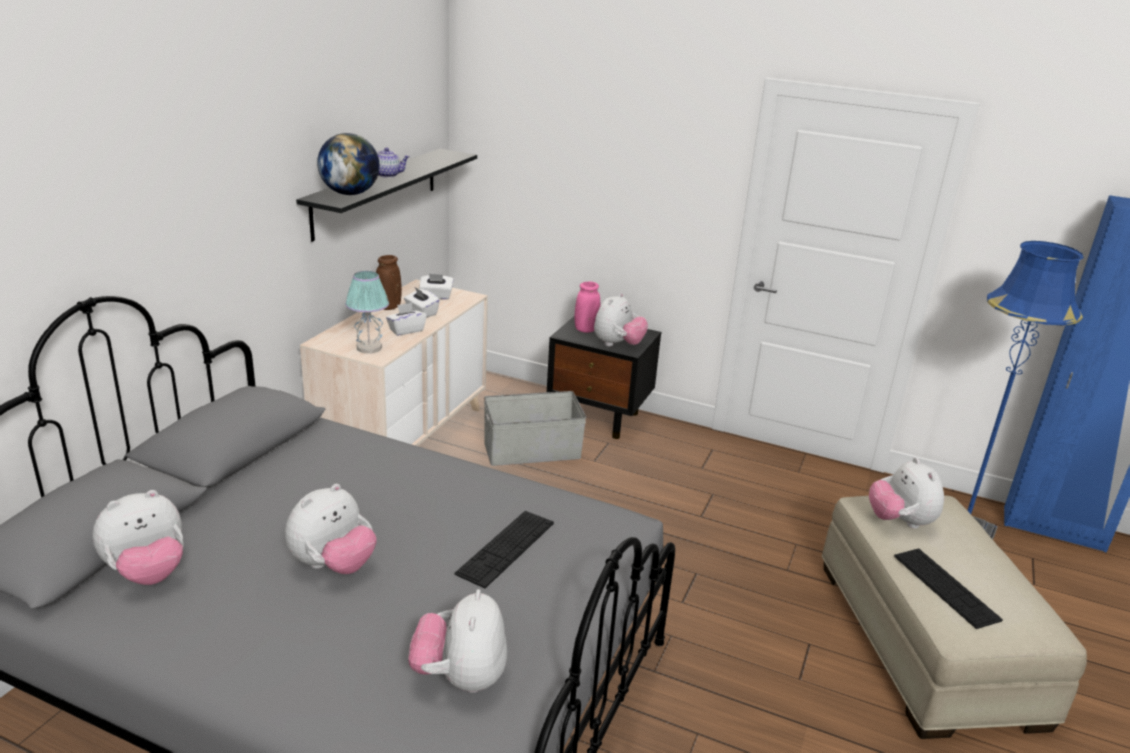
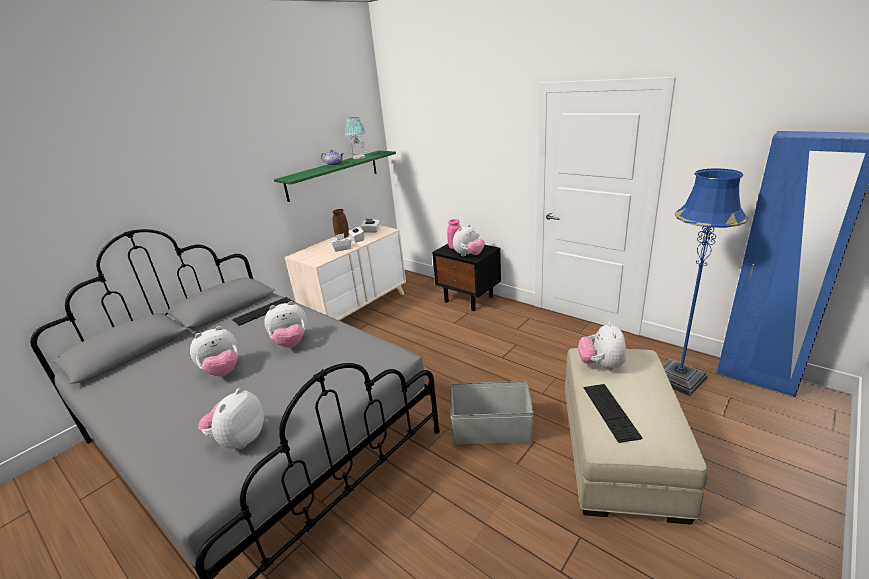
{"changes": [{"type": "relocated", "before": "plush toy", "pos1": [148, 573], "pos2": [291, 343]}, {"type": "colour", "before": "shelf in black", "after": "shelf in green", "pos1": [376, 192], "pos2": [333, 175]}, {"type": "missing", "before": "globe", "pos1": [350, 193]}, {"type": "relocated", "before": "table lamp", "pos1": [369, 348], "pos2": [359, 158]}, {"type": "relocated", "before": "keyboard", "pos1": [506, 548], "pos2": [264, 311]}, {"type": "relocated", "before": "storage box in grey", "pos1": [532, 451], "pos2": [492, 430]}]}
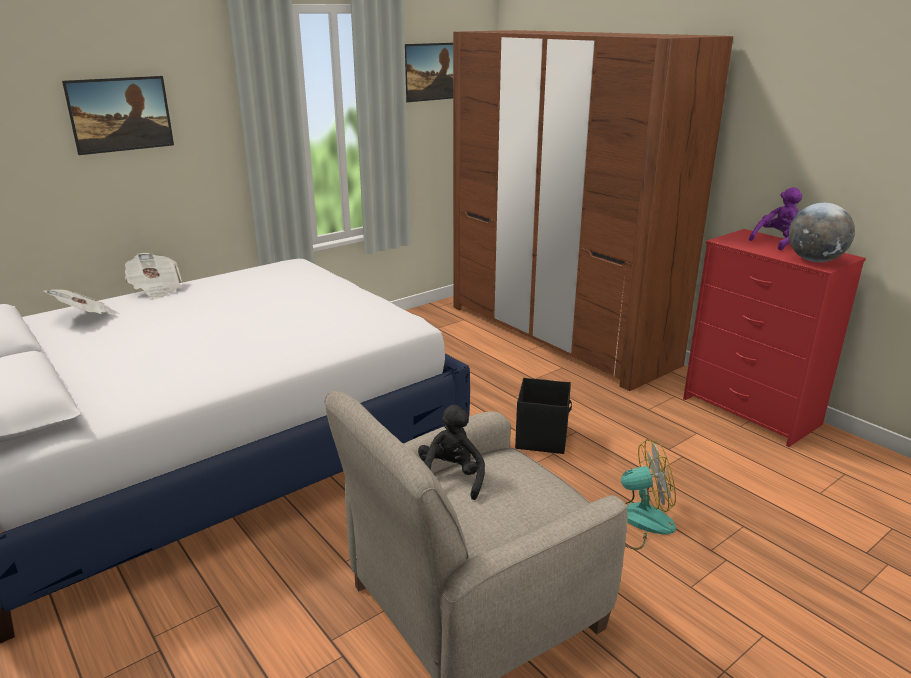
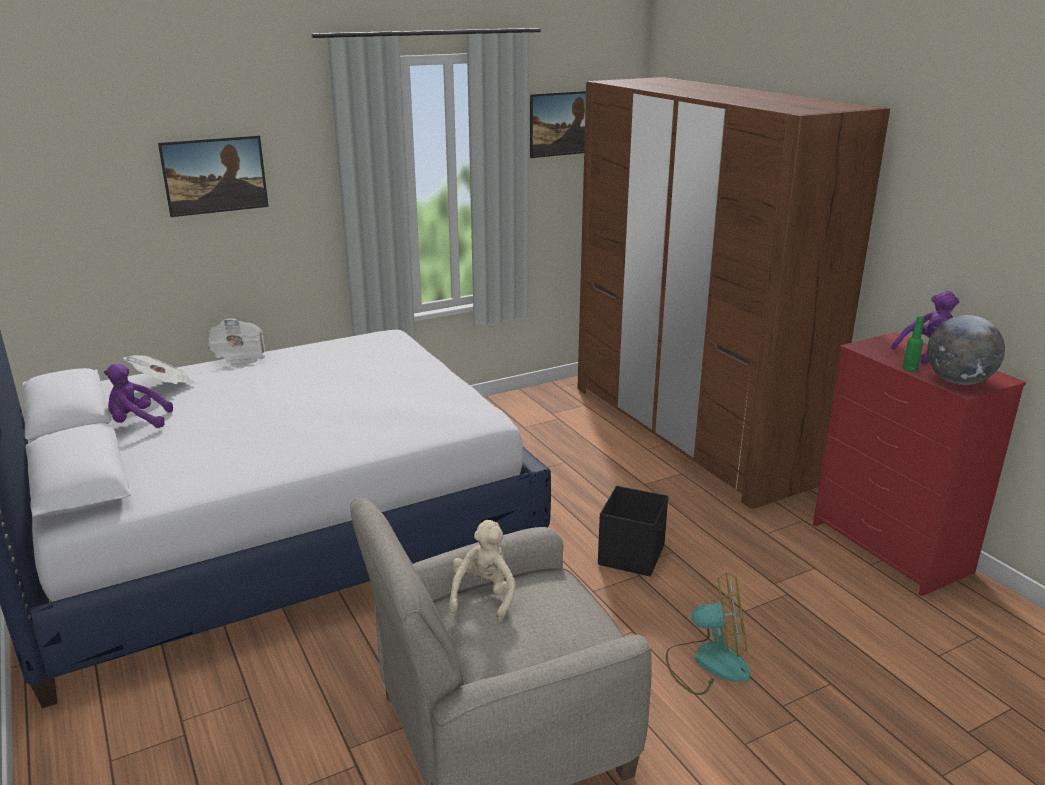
{"changes": [{"type": "colour", "before": "plush toy in black", "after": "plush toy in beige", "pos1": [451, 478], "pos2": [484, 596]}, {"type": "appeared", "after": "plush toy in purple", "pos2": [138, 422]}, {"type": "appeared", "after": "bottle in green", "pos2": [909, 369]}]}
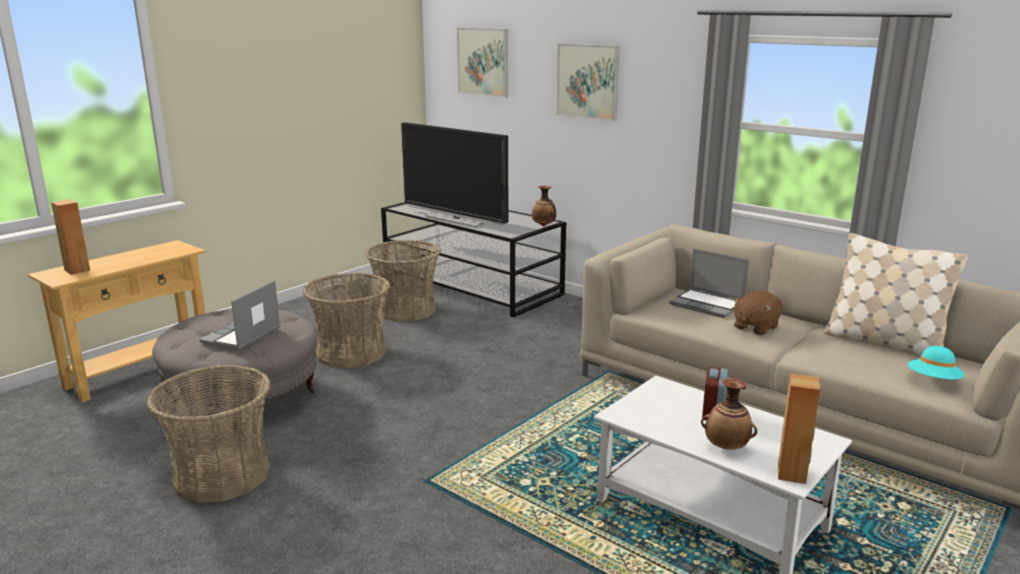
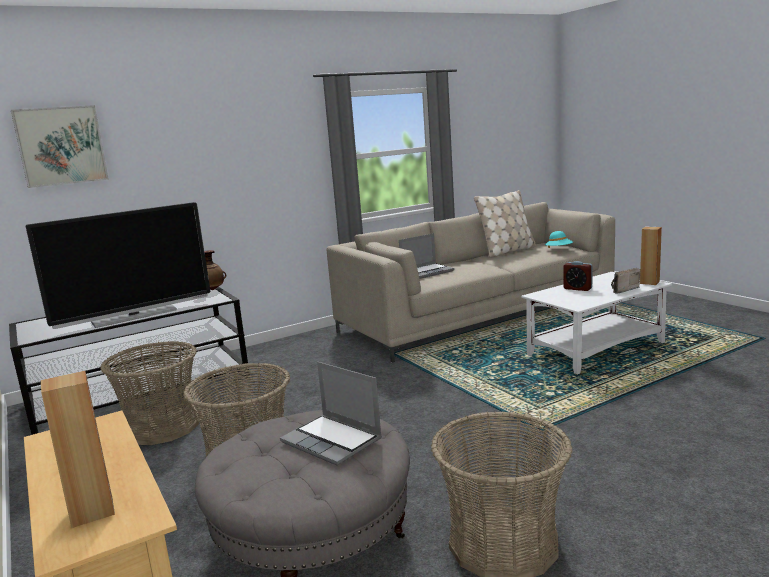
{"changes": [{"type": "missing", "before": "picture", "pos1": [587, 81]}, {"type": "exchanged", "before": "vase", "after": "radio", "pos1": [726, 447], "pos2": [622, 290]}, {"type": "missing", "before": "plush toy in brown", "pos1": [755, 327]}]}
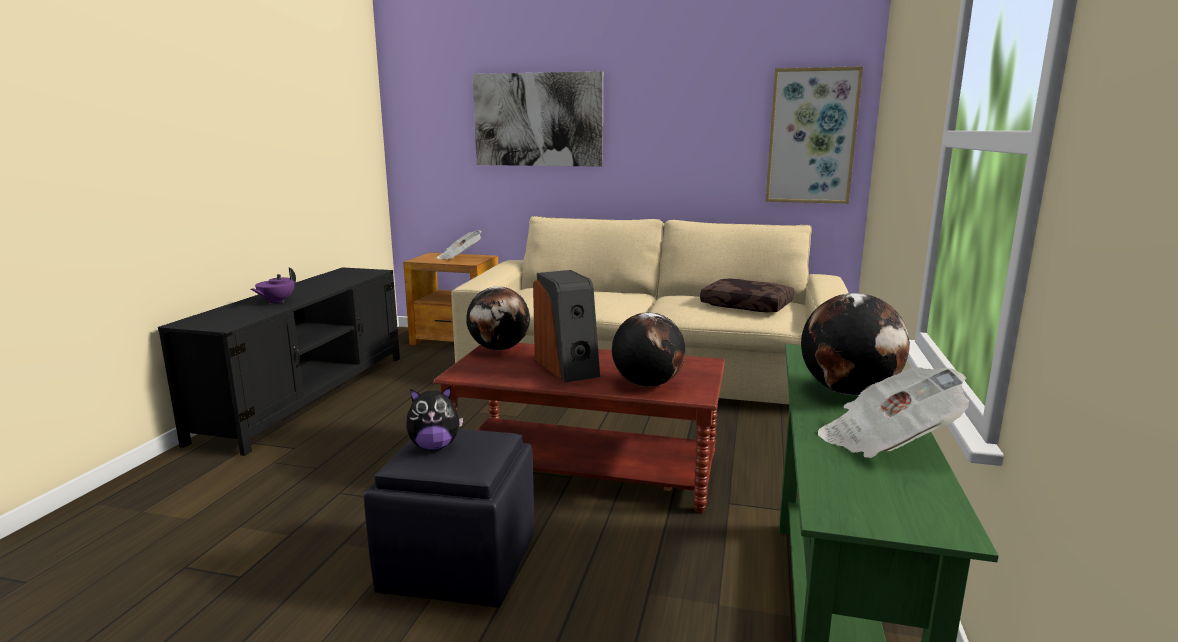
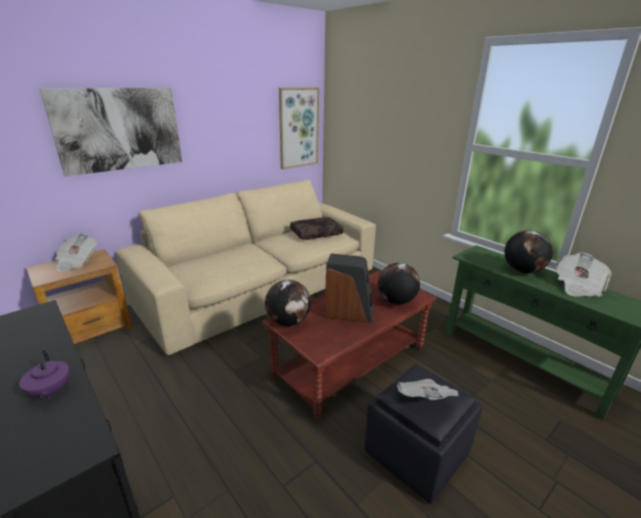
{"changes": [{"type": "exchanged", "before": "plush toy", "after": "newspaper", "pos1": [434, 446], "pos2": [424, 400]}]}
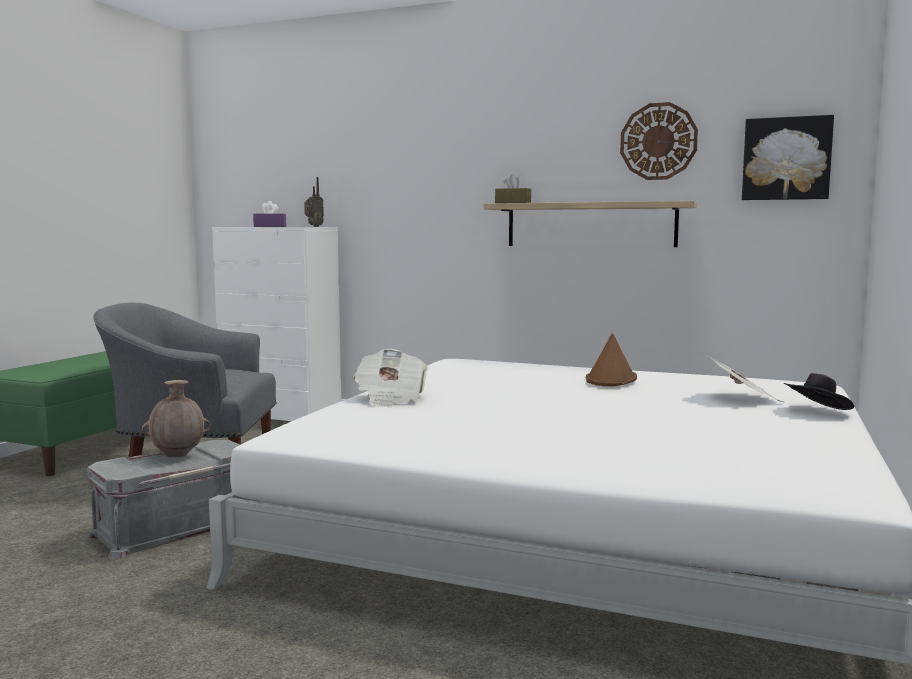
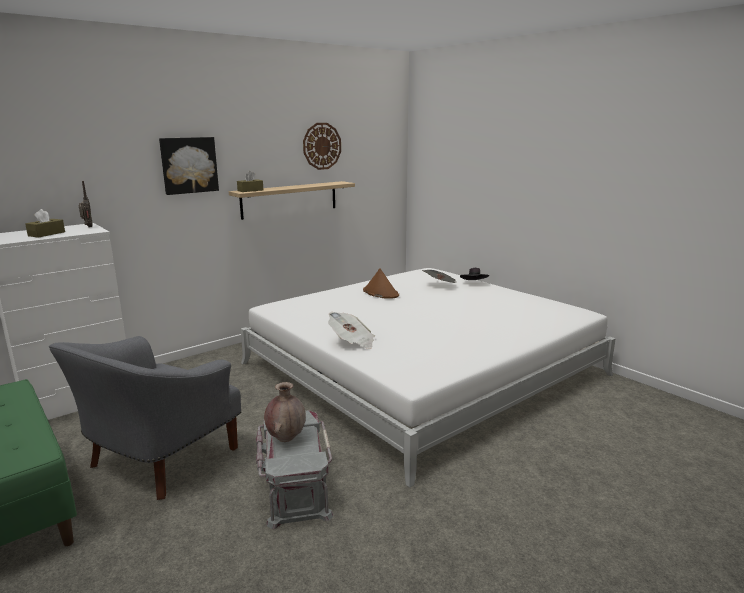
{"changes": [{"type": "colour", "before": "tissue box in purple", "after": "tissue box in brown", "pos1": [270, 226], "pos2": [46, 234]}, {"type": "relocated", "before": "picture", "pos1": [786, 159], "pos2": [189, 165]}]}
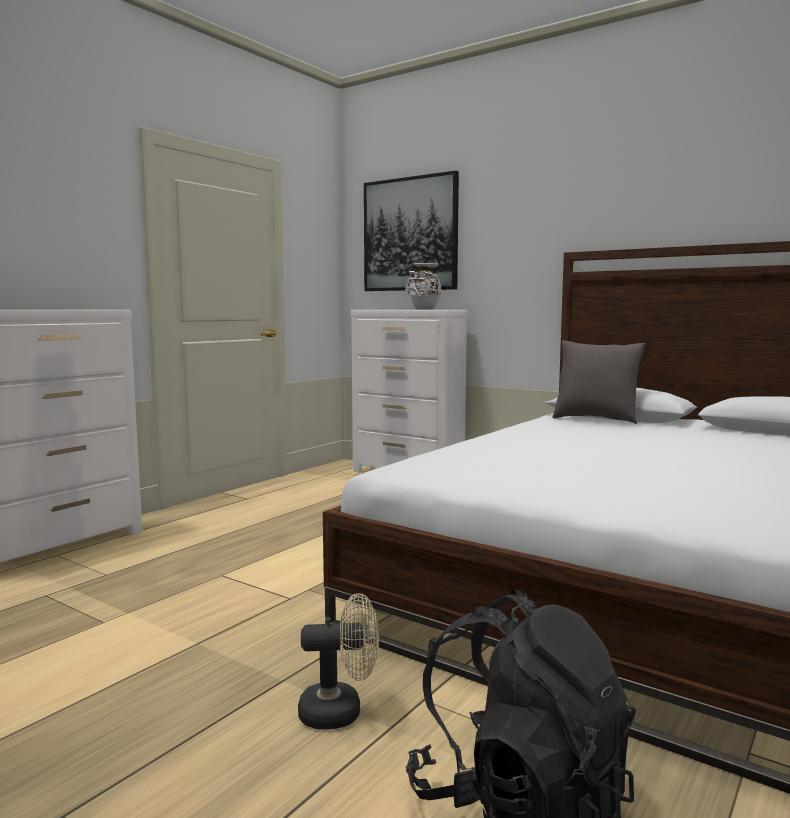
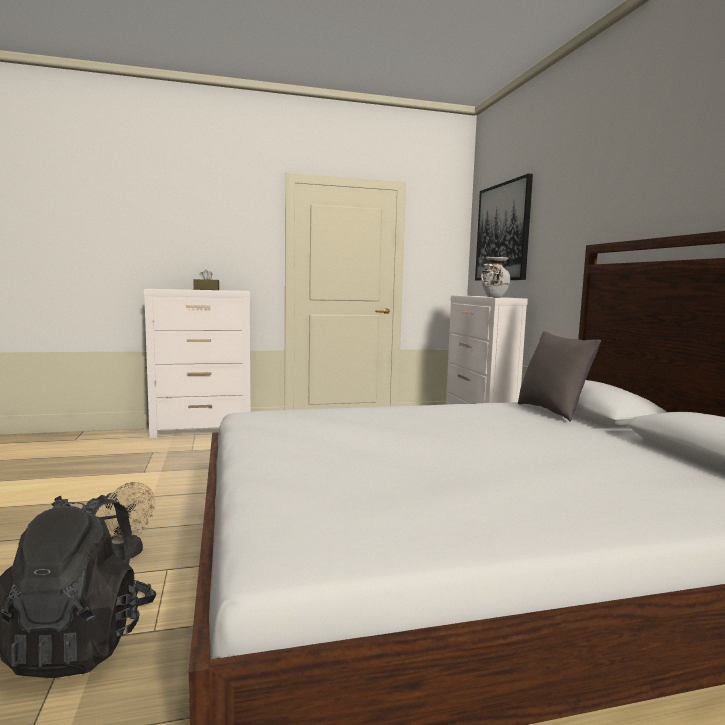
{"changes": [{"type": "appeared", "after": "tissue box in brown", "pos2": [206, 289]}]}
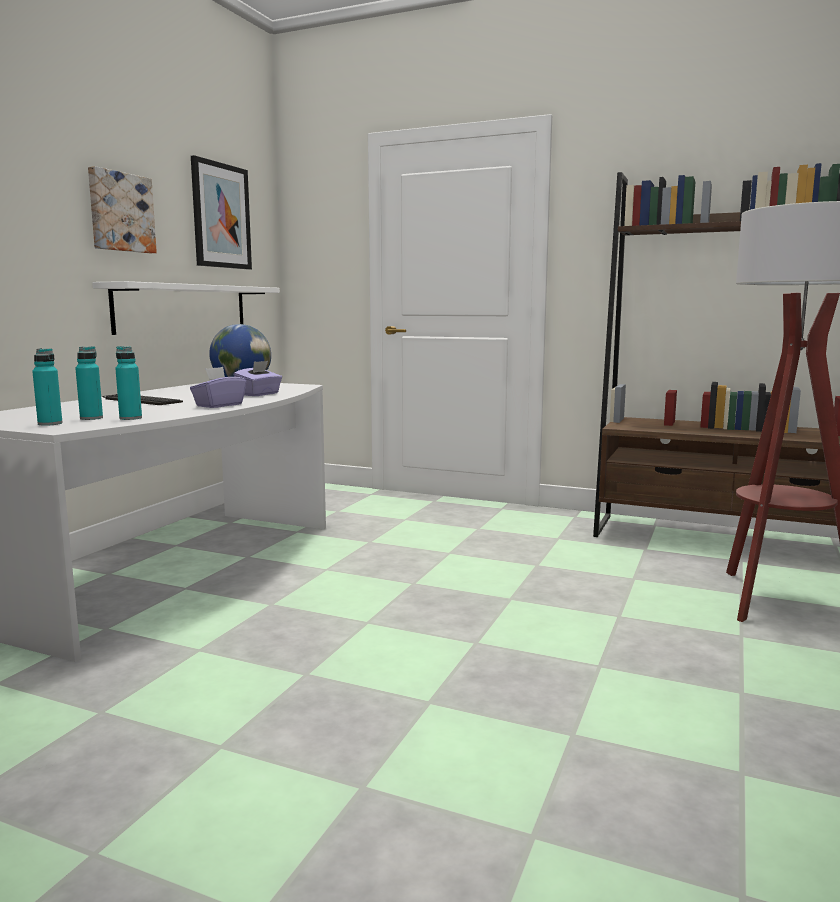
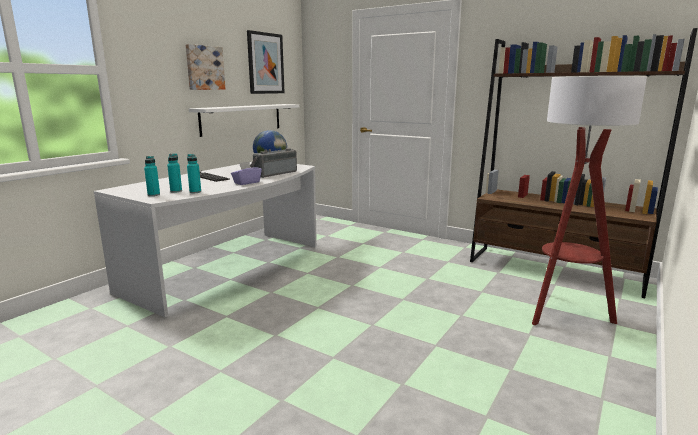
{"changes": [{"type": "exchanged", "before": "tissue box in purple", "after": "radio", "pos1": [259, 394], "pos2": [274, 173]}]}
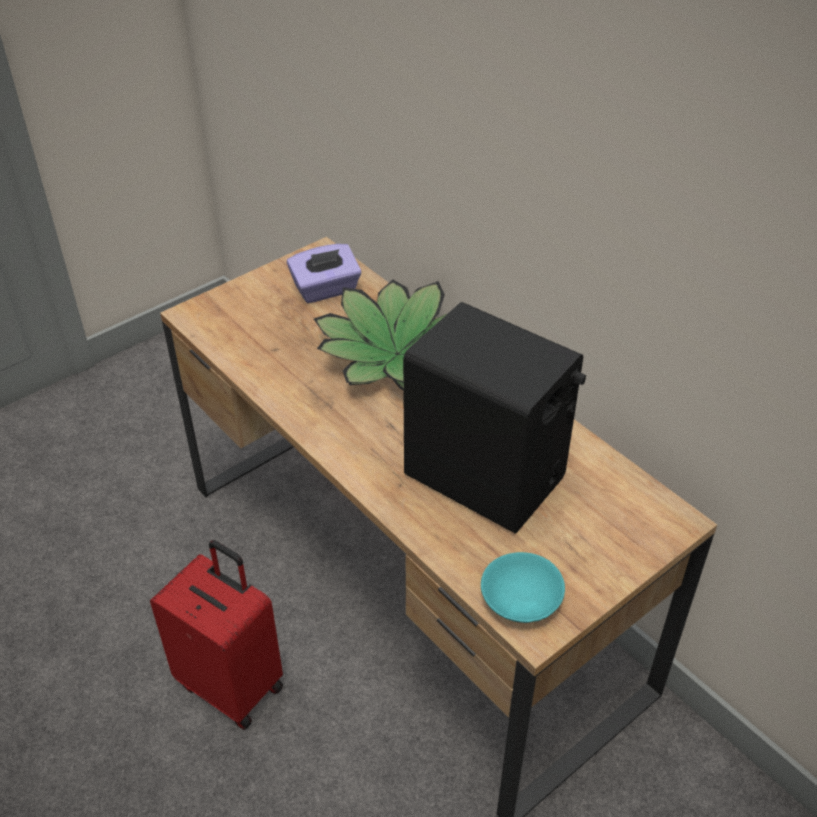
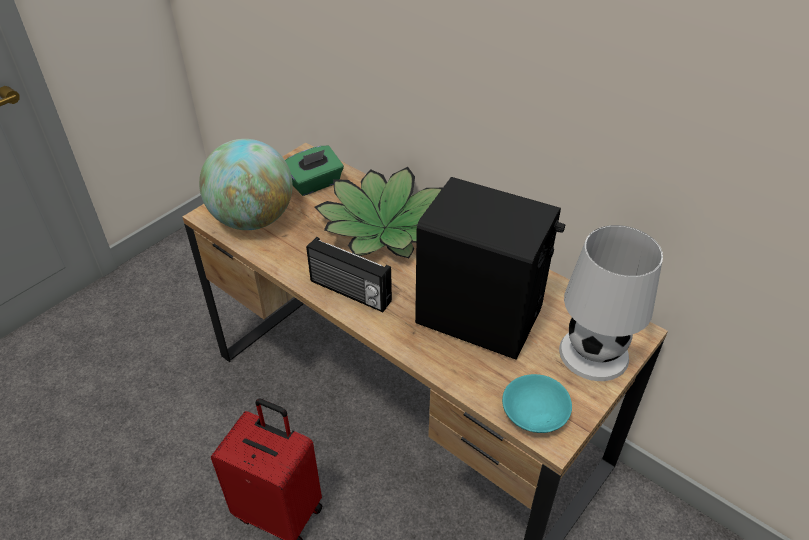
{"changes": [{"type": "colour", "before": "tissue box in purple", "after": "tissue box in green", "pos1": [326, 290], "pos2": [315, 184]}, {"type": "appeared", "after": "globe", "pos2": [253, 219]}, {"type": "appeared", "after": "radio", "pos2": [349, 292]}, {"type": "appeared", "after": "table lamp in white", "pos2": [592, 353]}]}
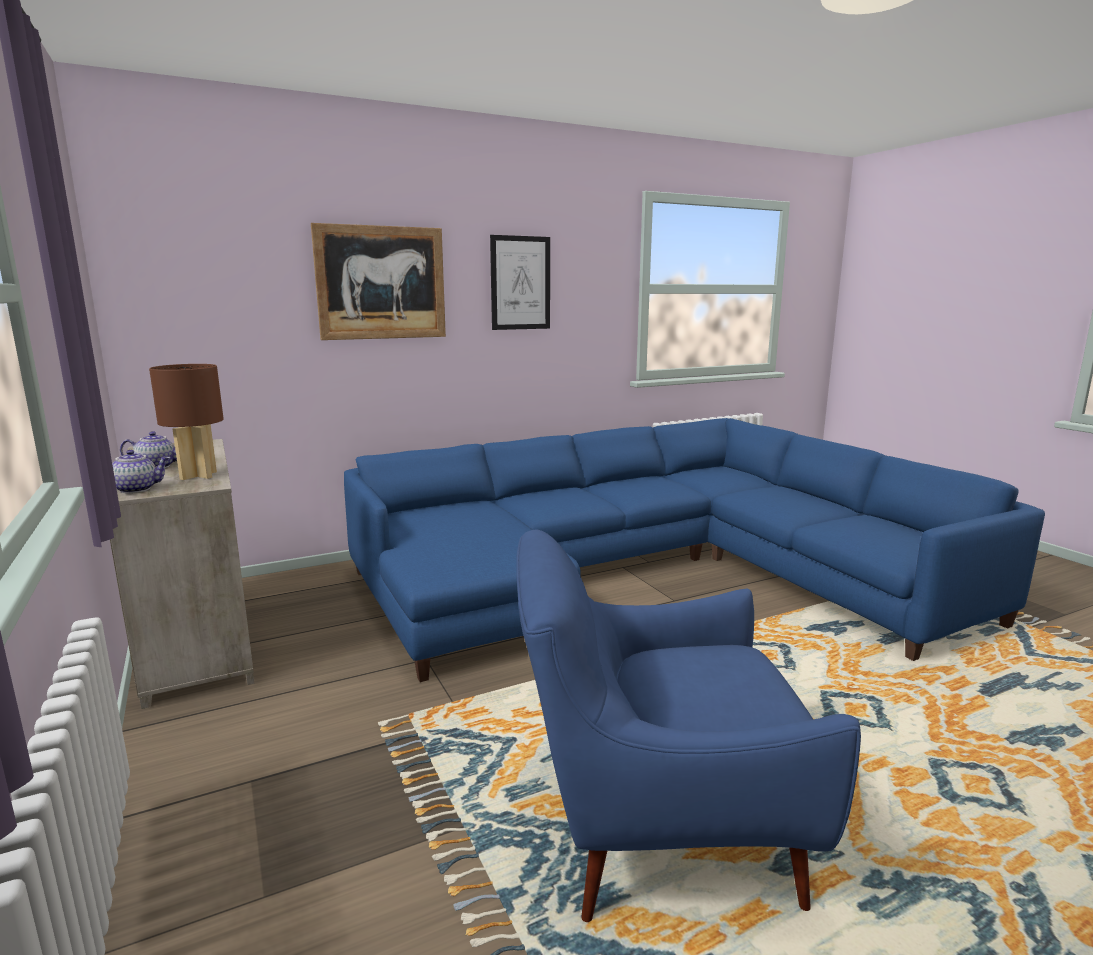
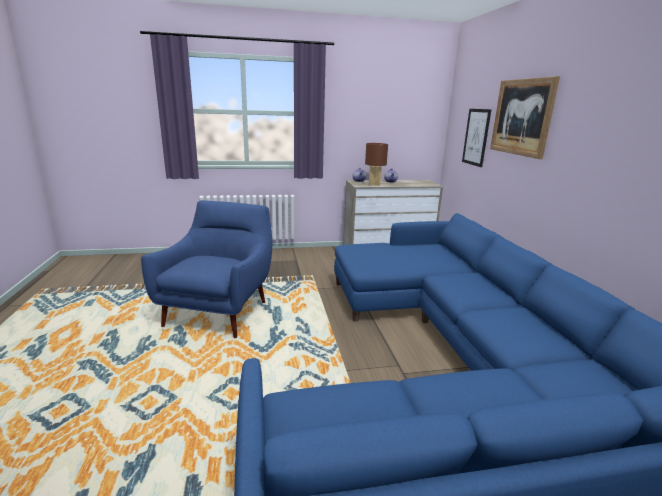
{"changes": [{"type": "relocated", "before": "picture", "pos1": [520, 283], "pos2": [476, 137]}]}
